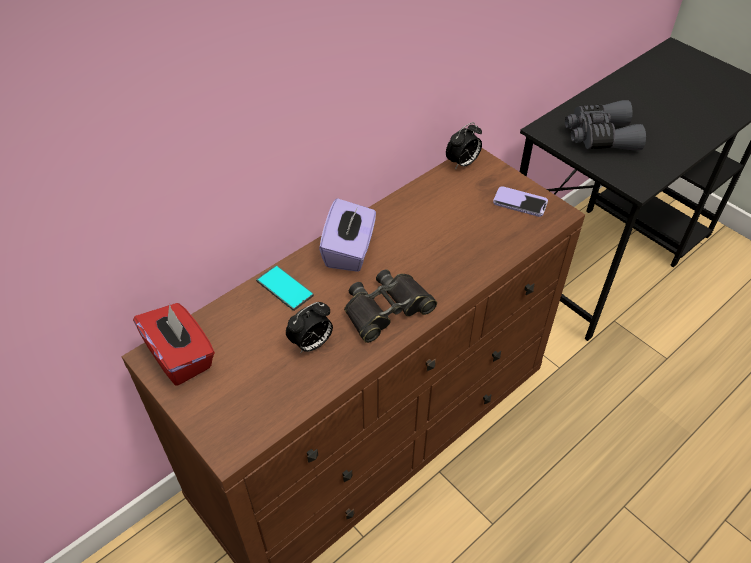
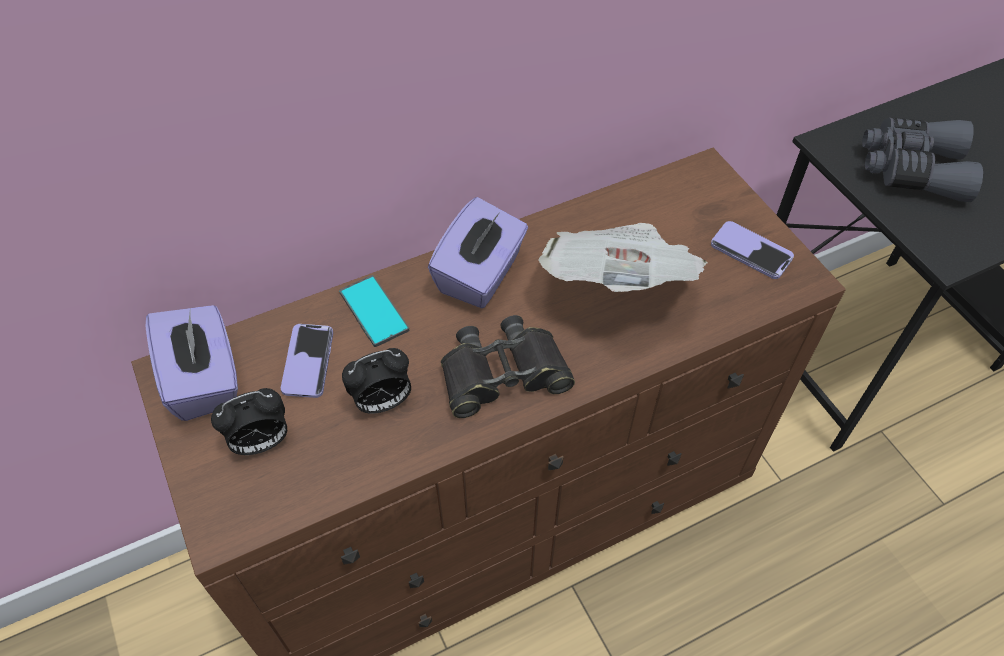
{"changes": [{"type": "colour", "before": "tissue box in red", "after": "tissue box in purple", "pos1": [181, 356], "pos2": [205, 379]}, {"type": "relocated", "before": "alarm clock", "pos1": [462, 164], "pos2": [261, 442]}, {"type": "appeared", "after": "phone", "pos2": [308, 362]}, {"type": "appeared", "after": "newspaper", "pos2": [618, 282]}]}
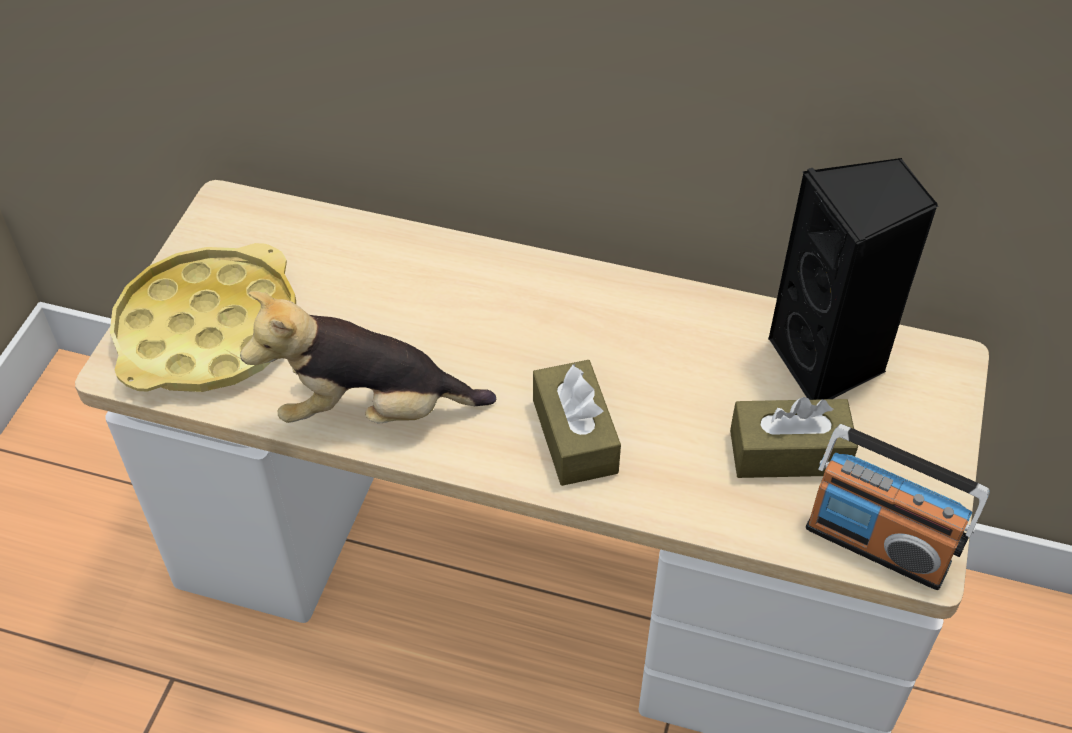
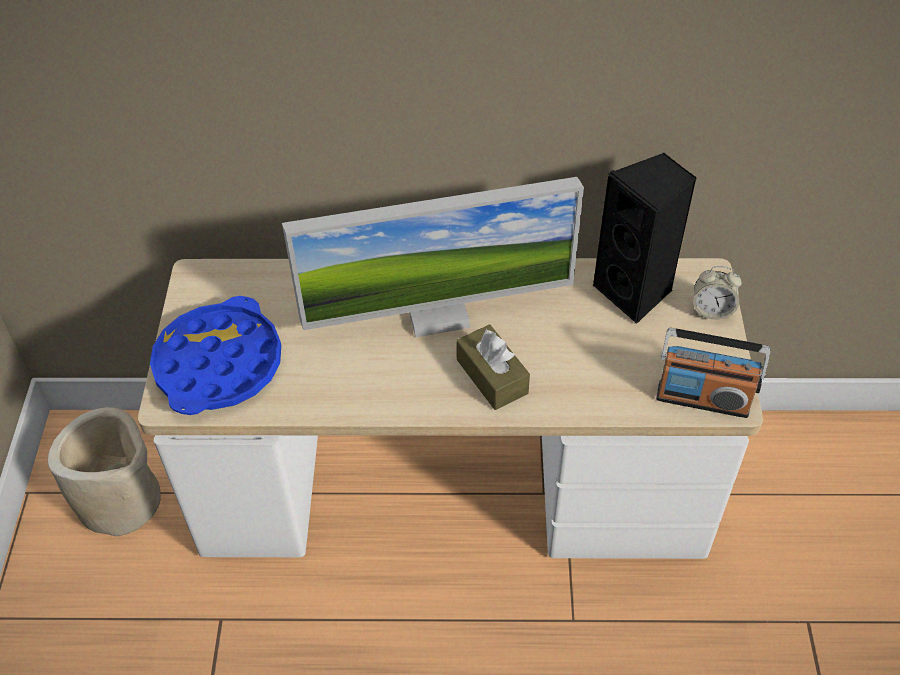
{"changes": [{"type": "colour", "before": "tray in yellow", "after": "tray in blue", "pos1": [208, 331], "pos2": [218, 364]}, {"type": "missing", "before": "plush toy", "pos1": [372, 411]}, {"type": "missing", "before": "tissue box in brown", "pos1": [788, 452]}, {"type": "appeared", "after": "planter in beige", "pos2": [122, 500]}, {"type": "appeared", "after": "monitor", "pos2": [437, 314]}, {"type": "appeared", "after": "alarm clock", "pos2": [712, 310]}]}
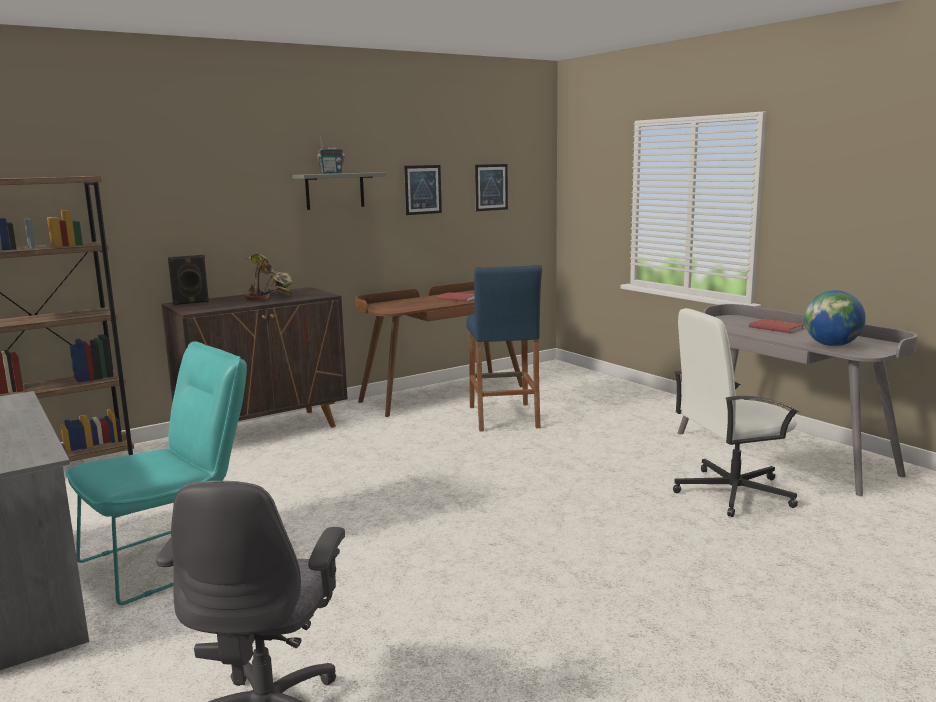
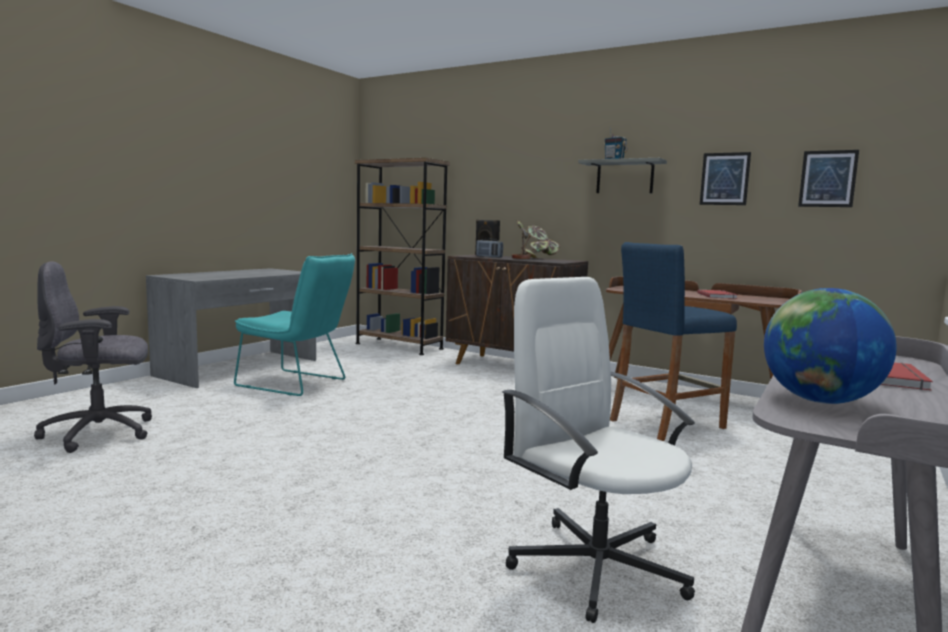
{"changes": [{"type": "appeared", "after": "radio", "pos2": [489, 257]}]}
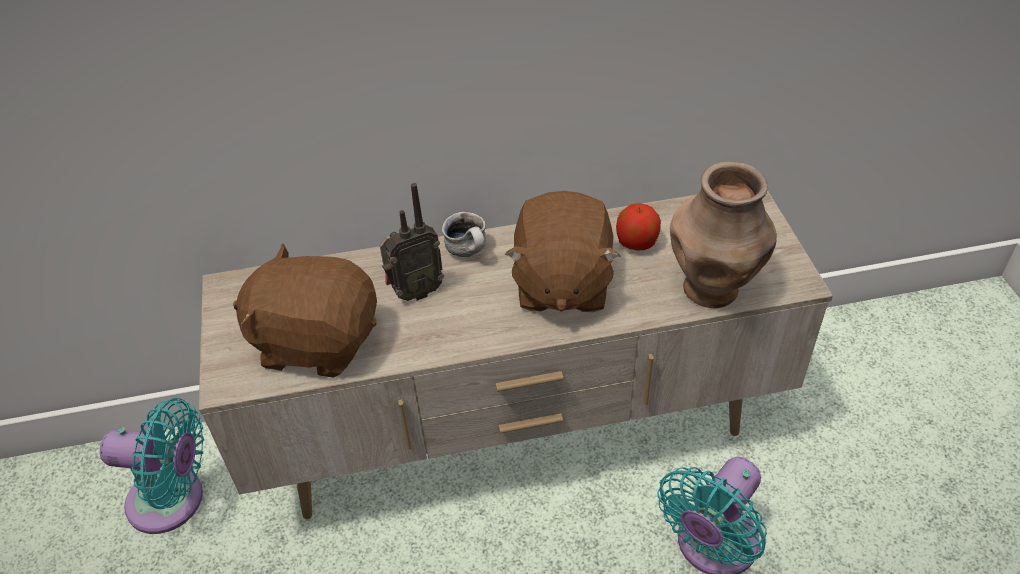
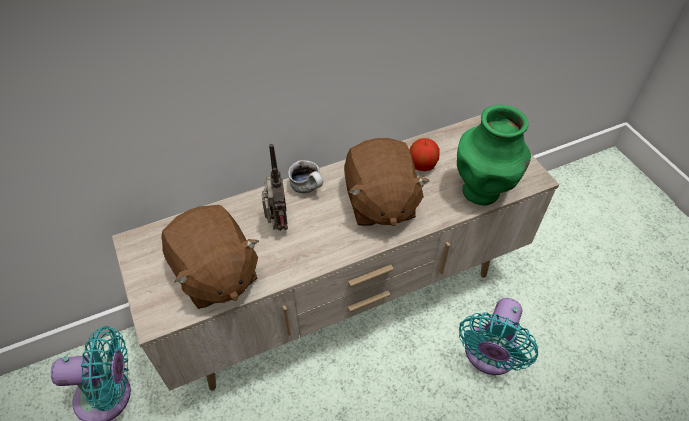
{"changes": [{"type": "spun", "before": "plush toy in brown", "pos1": [316, 341], "pos2": [215, 274], "turn": -120}, {"type": "spun", "before": "radio", "pos1": [414, 292], "pos2": [277, 225], "turn": -60}, {"type": "colour", "before": "vase in brown", "after": "vase in green", "pos1": [712, 289], "pos2": [482, 191]}]}
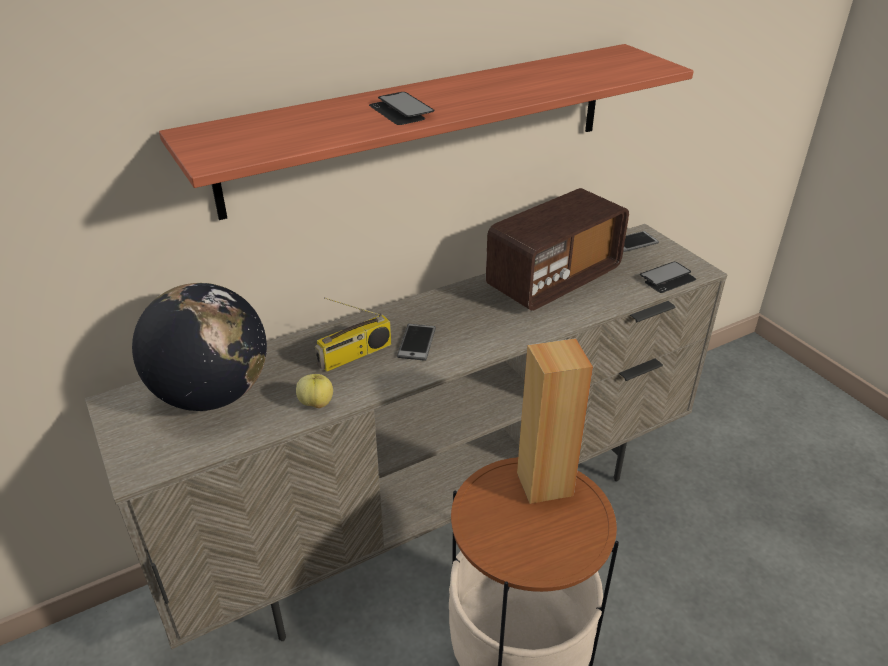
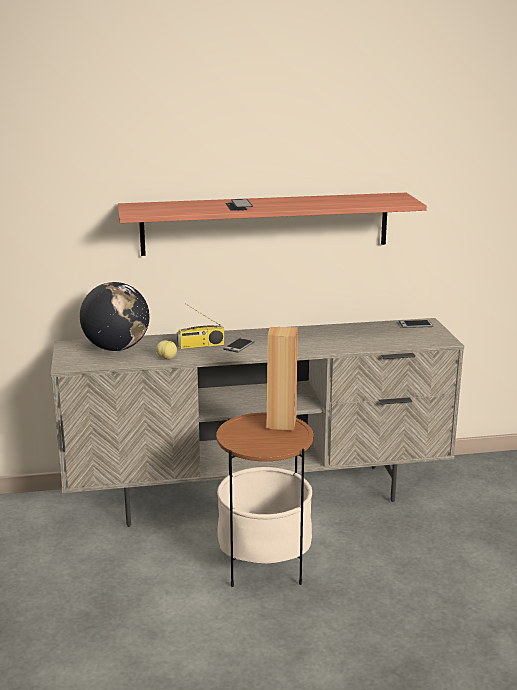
{"changes": [{"type": "missing", "before": "radio", "pos1": [553, 280]}, {"type": "missing", "before": "phone", "pos1": [667, 279]}]}
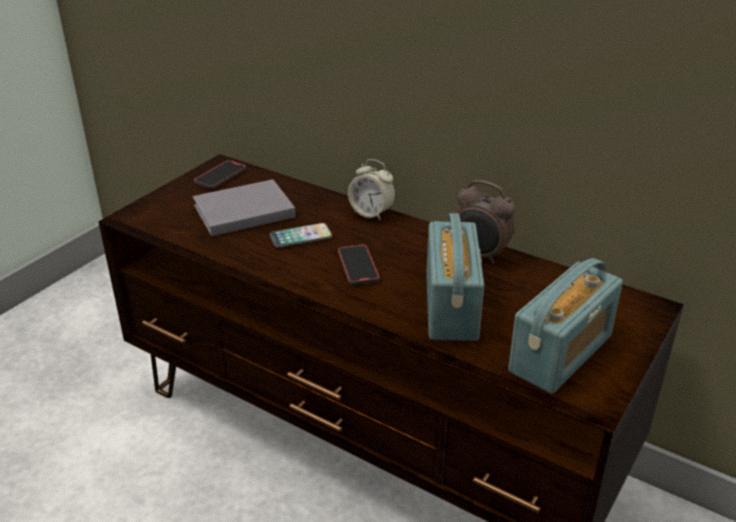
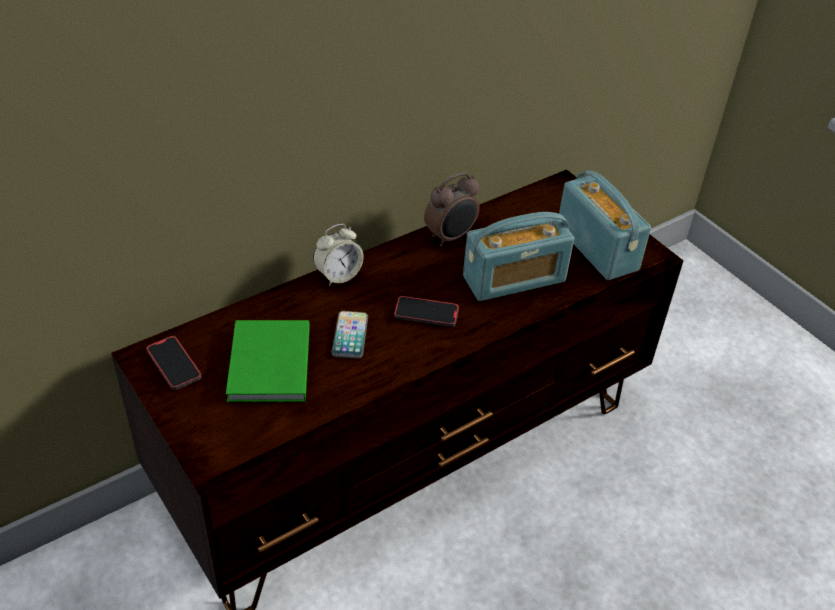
{"changes": [{"type": "colour", "before": "book in grey", "after": "book in green", "pos1": [241, 211], "pos2": [267, 366]}, {"type": "spun", "before": "radio", "pos1": [451, 306], "pos2": [514, 279], "turn": 135}]}
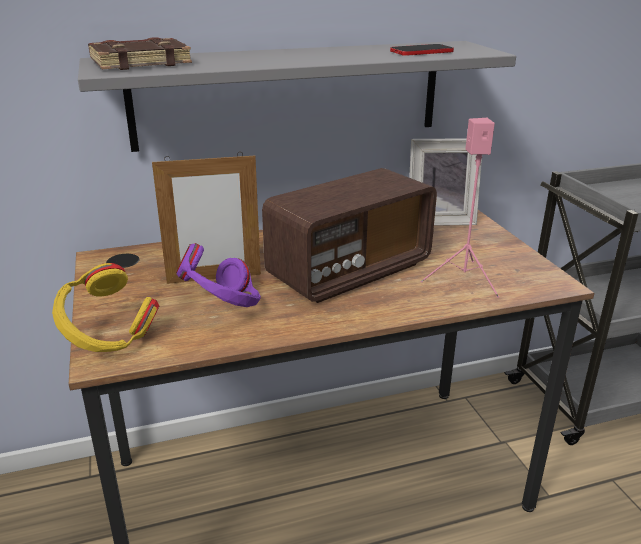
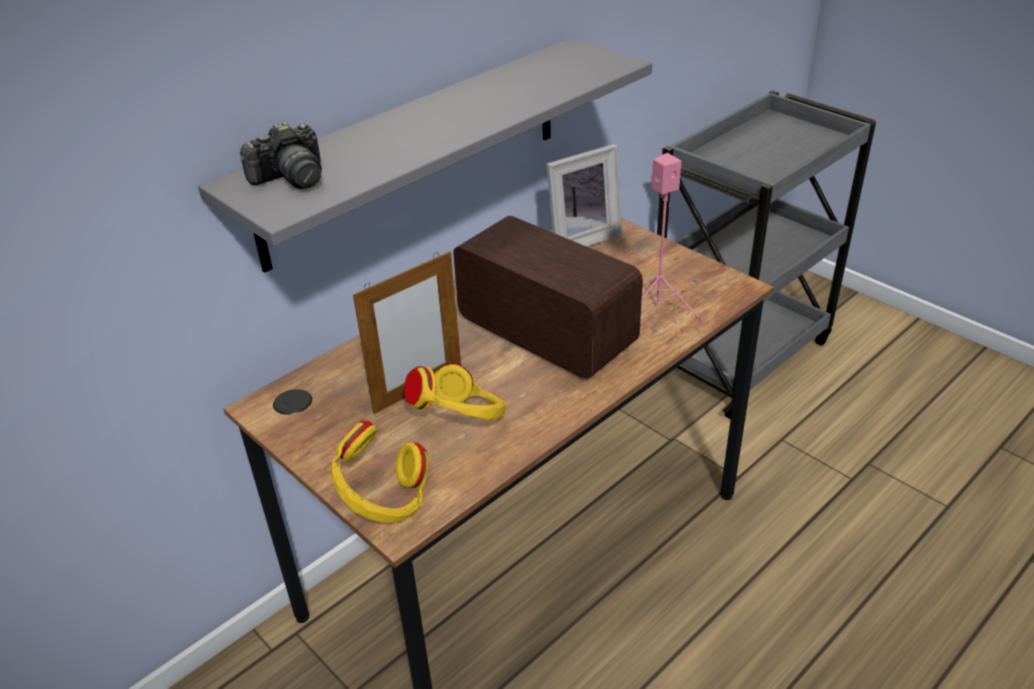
{"changes": [{"type": "exchanged", "before": "book in brown", "after": "photo camera", "pos1": [141, 62], "pos2": [291, 178]}, {"type": "colour", "before": "headphones in purple", "after": "headphones in yellow", "pos1": [223, 307], "pos2": [461, 421]}, {"type": "spun", "before": "radio", "pos1": [349, 271], "pos2": [546, 335], "turn": -75}, {"type": "missing", "before": "phone", "pos1": [421, 51]}]}
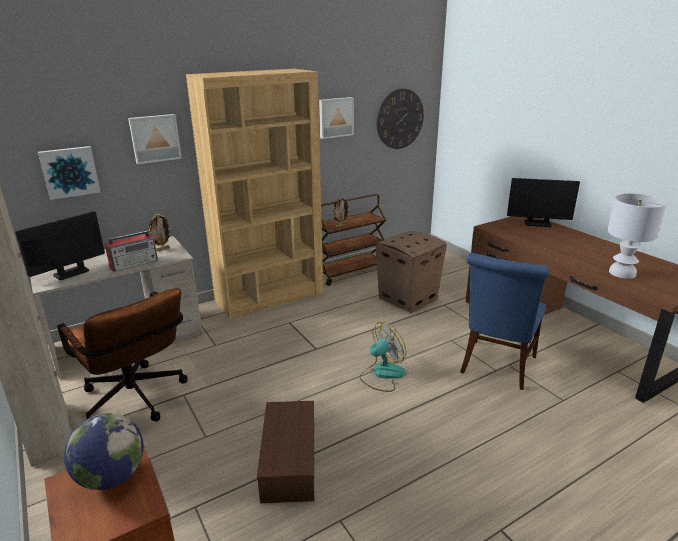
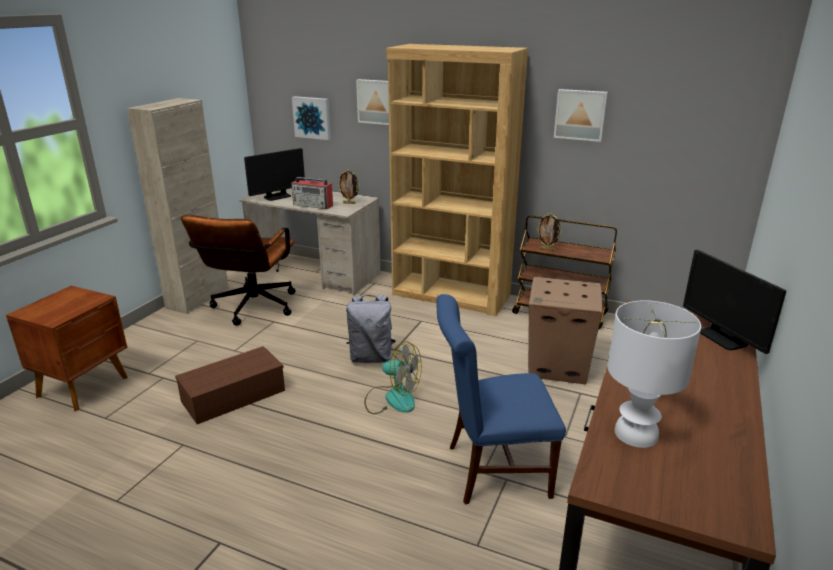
{"changes": [{"type": "spun", "before": "monitor", "pos1": [71, 273], "pos2": [277, 196], "turn": 135}, {"type": "missing", "before": "globe", "pos1": [111, 477]}, {"type": "missing", "before": "wall clock", "pos1": [400, 119]}, {"type": "appeared", "after": "backpack in grey", "pos2": [371, 358]}]}
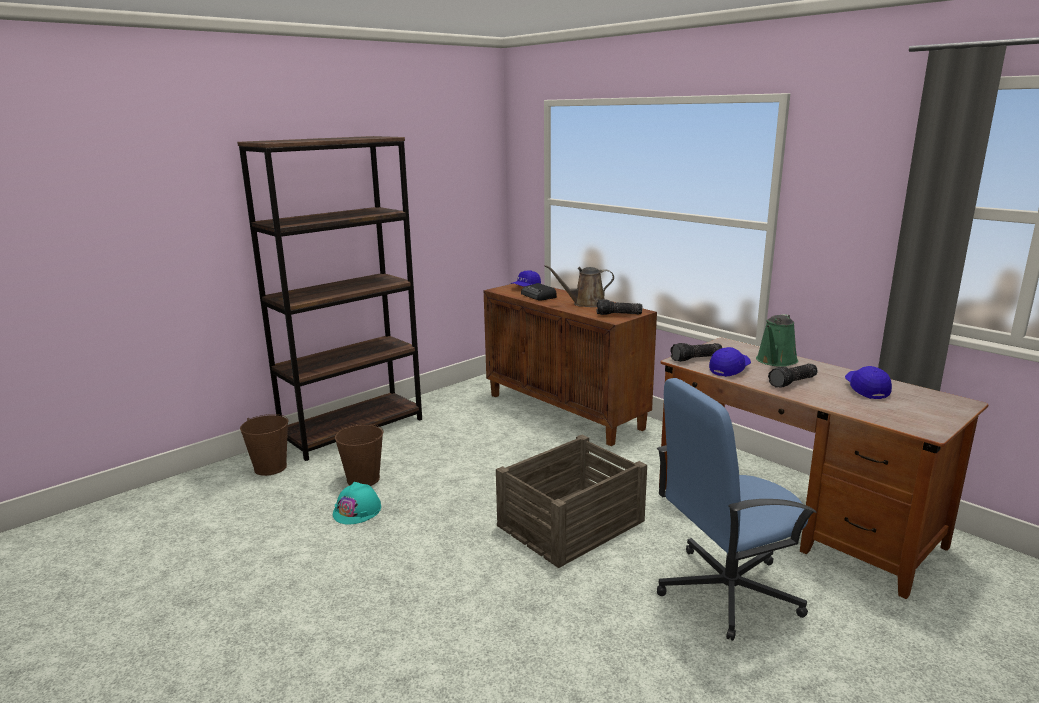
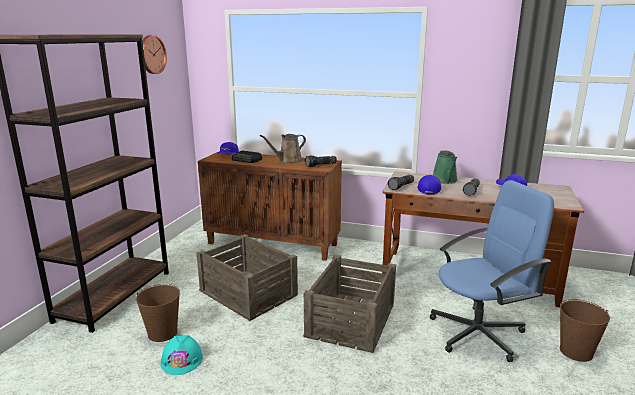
{"changes": [{"type": "relocated", "before": "bucket in brown", "pos1": [270, 468], "pos2": [576, 352]}, {"type": "spun", "before": "office chair in blue", "pos1": [726, 591], "pos2": [478, 333], "turn": -150}, {"type": "appeared", "after": "wall clock", "pos2": [151, 54]}, {"type": "appeared", "after": "crate", "pos2": [248, 292]}]}
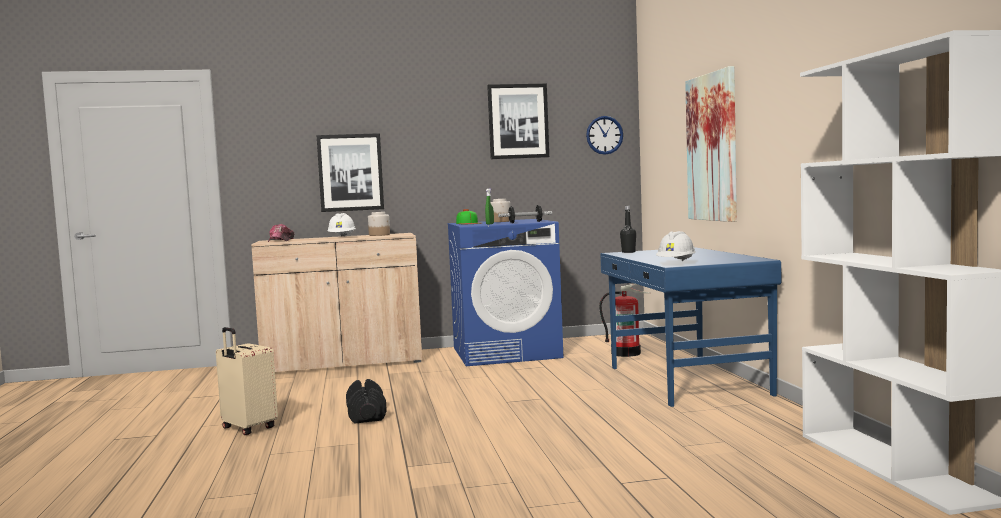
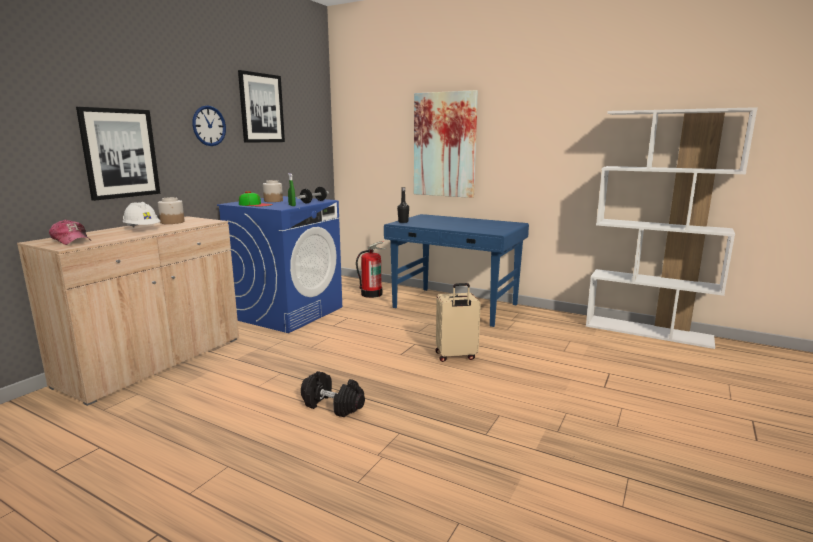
{"changes": [{"type": "relocated", "before": "suitcase in beige", "pos1": [248, 428], "pos2": [456, 356]}, {"type": "relocated", "before": "wall clock", "pos1": [604, 135], "pos2": [209, 126]}, {"type": "missing", "before": "hard hat in white", "pos1": [676, 263]}]}
